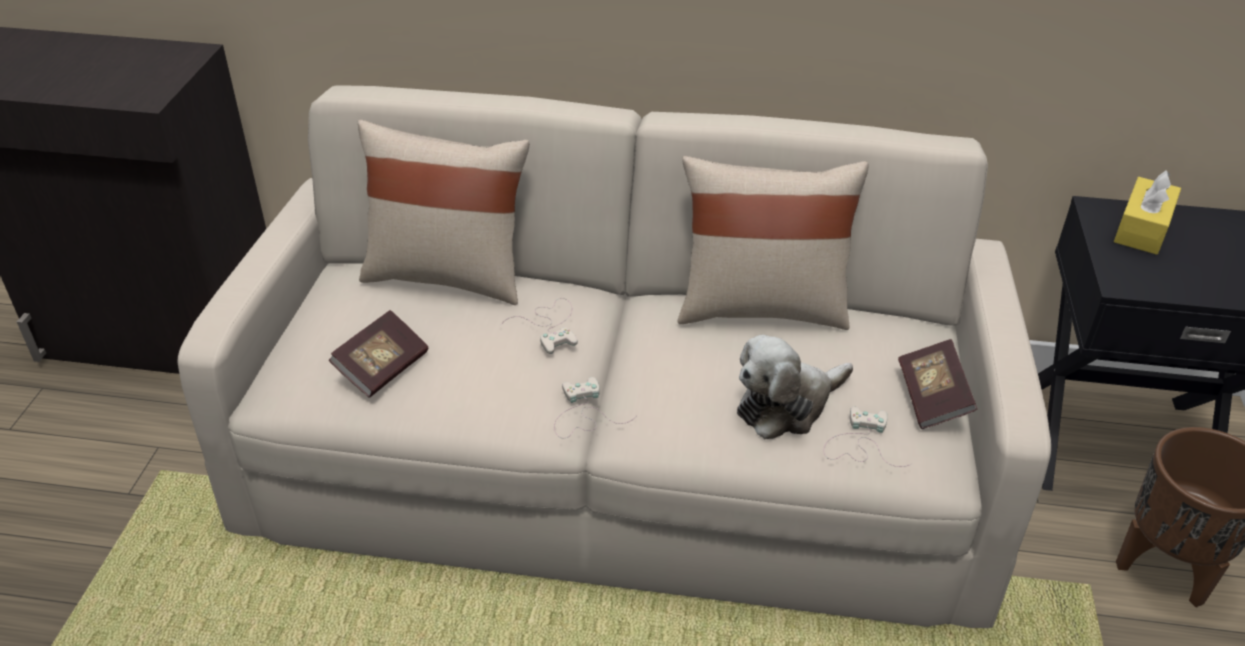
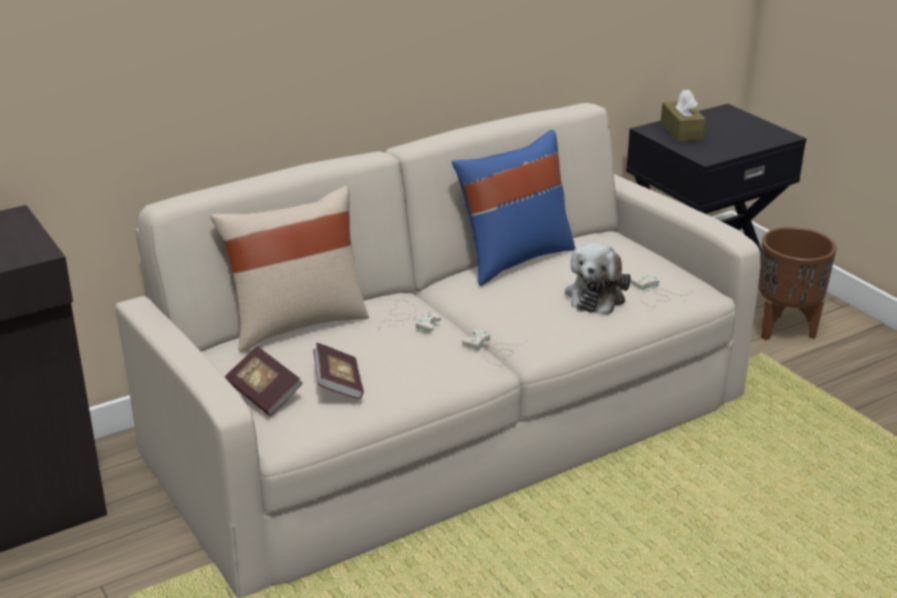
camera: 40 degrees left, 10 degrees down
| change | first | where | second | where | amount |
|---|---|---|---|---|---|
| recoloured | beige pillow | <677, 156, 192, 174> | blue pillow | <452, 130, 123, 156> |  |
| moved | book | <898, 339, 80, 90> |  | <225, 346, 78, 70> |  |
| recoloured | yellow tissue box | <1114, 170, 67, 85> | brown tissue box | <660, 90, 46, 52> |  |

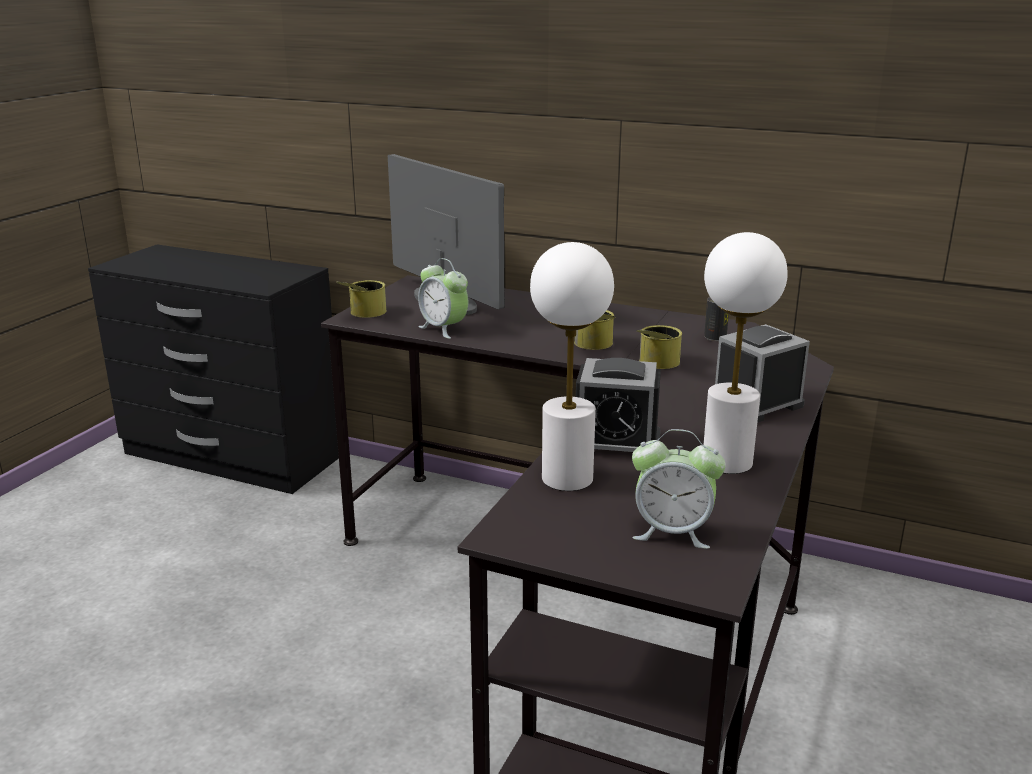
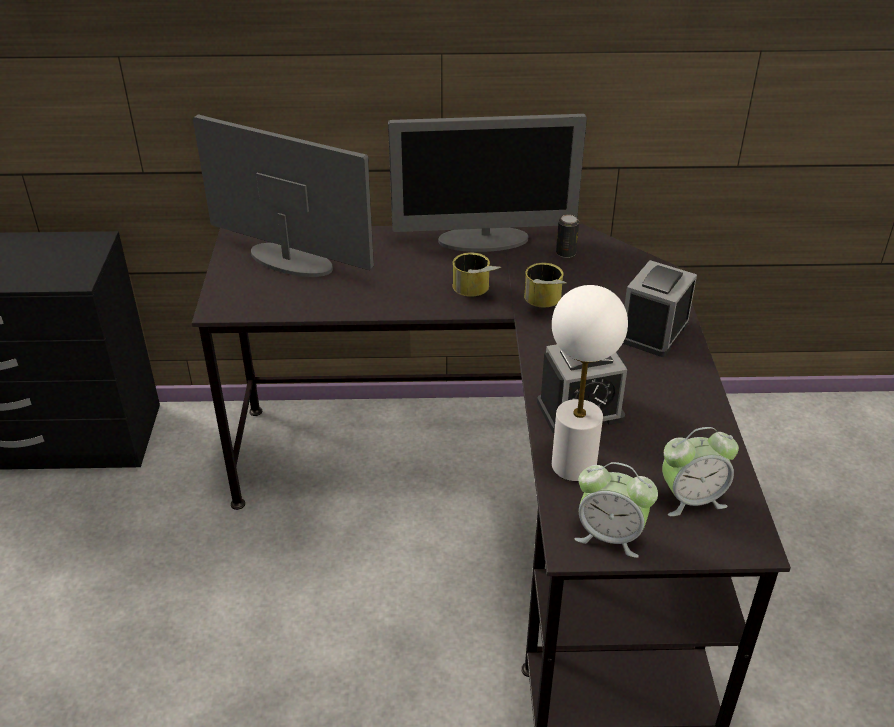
camera: 25 degrees left, 15 degrees up
| change | first | where | second | where | amount |
|---|---|---|---|---|---|
| removed | can | <336, 280, 51, 38> |  |  |  |
| moved | alarm clock | <418, 258, 50, 81> |  | <574, 462, 84, 96> |  |
| removed | white table lamp | <704, 232, 84, 242> |  |  |  |
| added |  |  | monitor | <388, 114, 199, 138> |  |

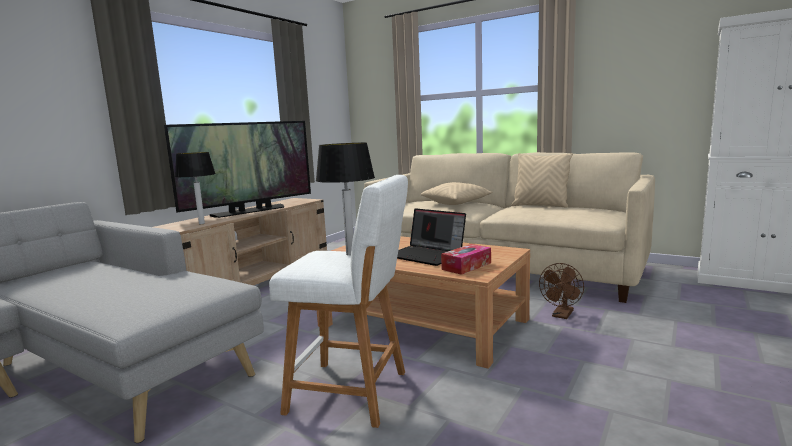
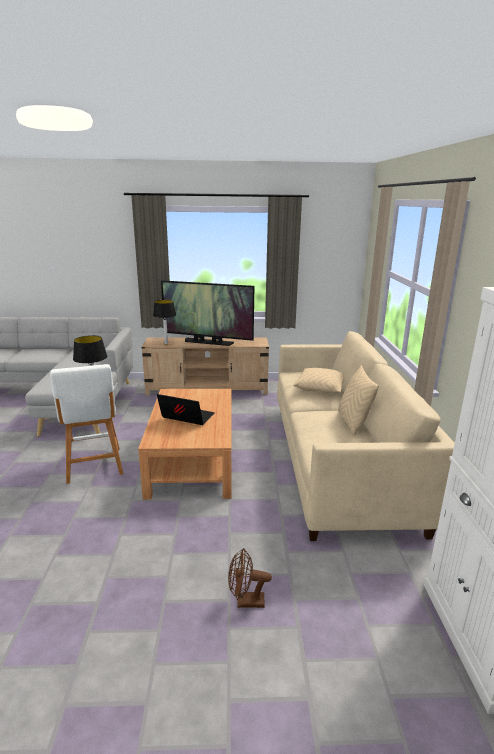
camera: 55 degrees right, 10 degrees up
| change | first | where | second | where | amount |
|---|---|---|---|---|---|
| turned | laptop | <397, 208, 69, 58> |  | <157, 394, 58, 31> | 105 degrees clockwise |
| removed | tissue box | <441, 244, 50, 31> |  |  |  |
| moved | brown fan | <539, 263, 45, 56> |  | <228, 548, 44, 60> |  |

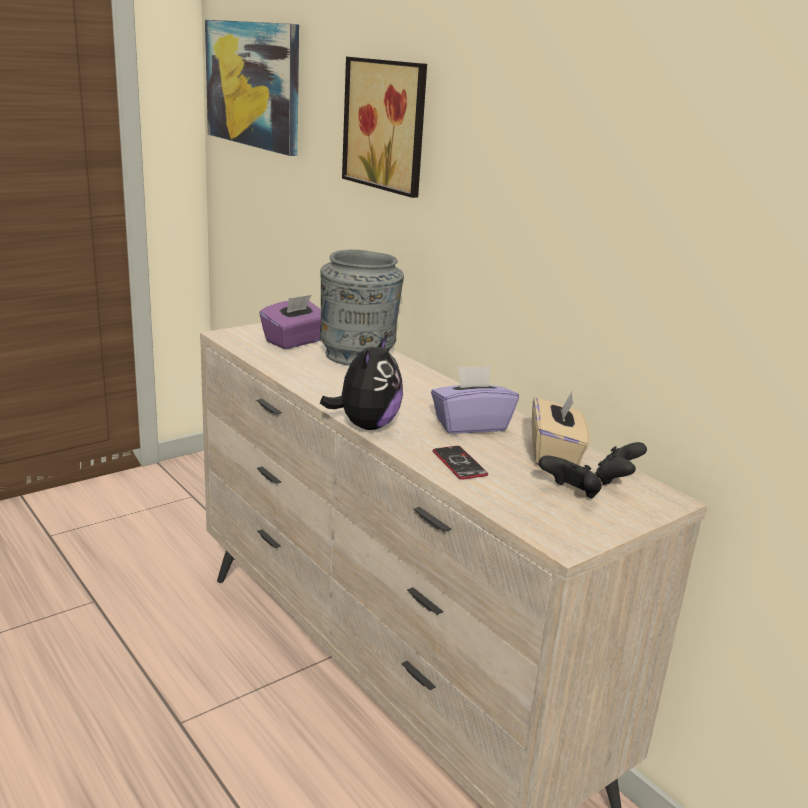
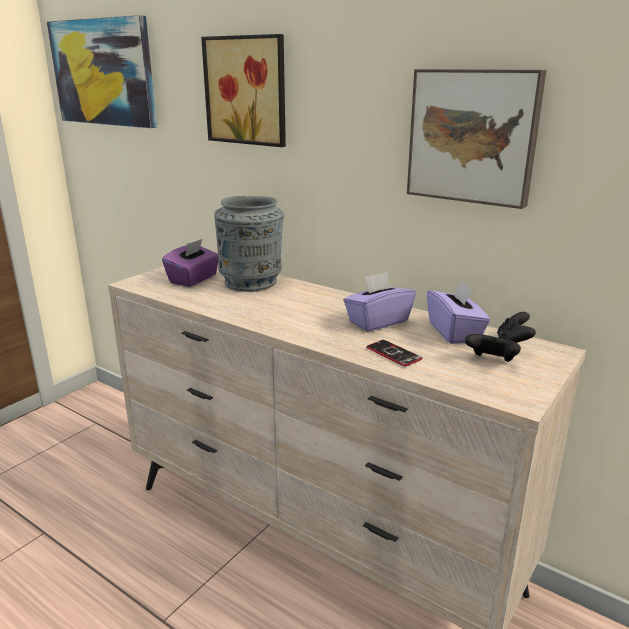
camera: 15 degrees left, 0 degrees up
| change | first | where | second | where | amount |
|---|---|---|---|---|---|
| removed | plush toy | <320, 335, 83, 95> |  |  |  |
| recoloured | beige tissue box | <532, 390, 58, 76> | purple tissue box | <427, 280, 63, 64> |  |
| added |  |  | picture | <407, 69, 139, 140> |  |

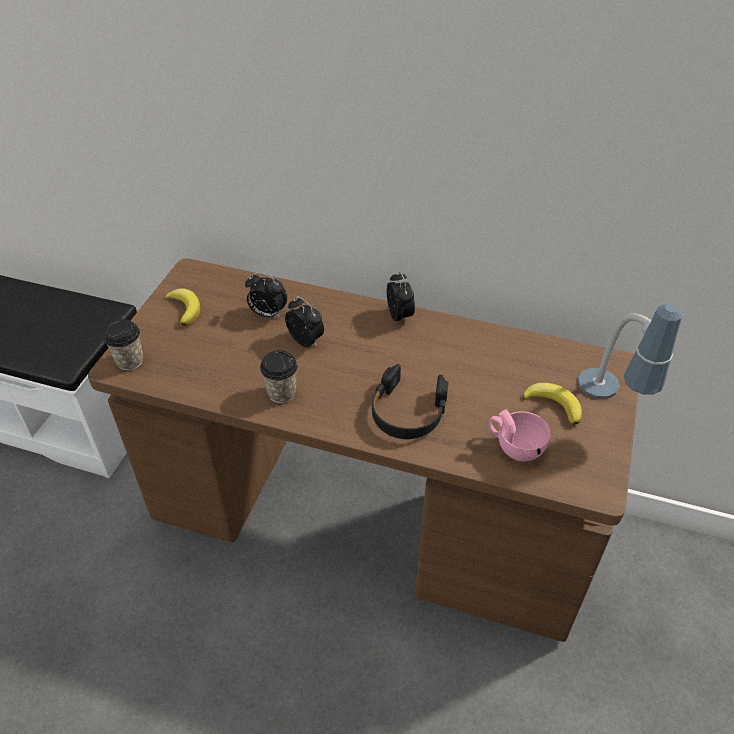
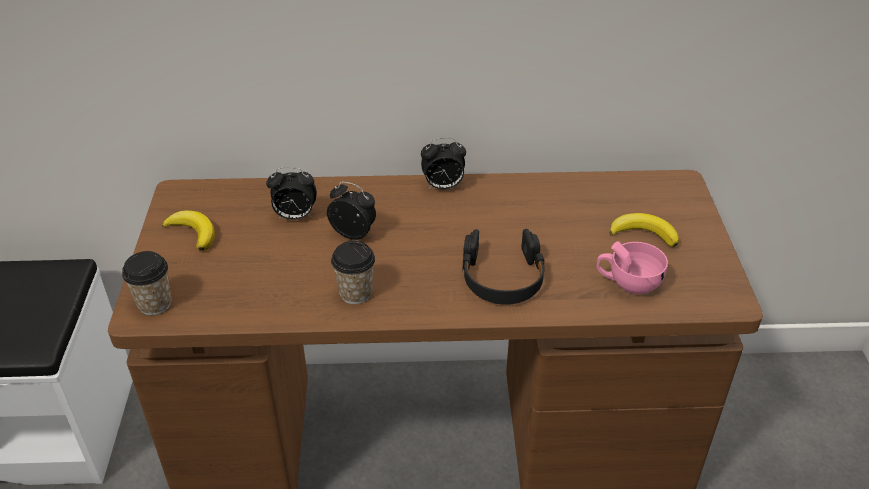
camera: 20 degrees left, 5 degrees down
| change | first | where | second | where | amount |
|---|---|---|---|---|---|
| turned | alarm clock | <387, 271, 28, 54> |  | <421, 138, 45, 51> | 120 degrees clockwise |
| removed | table lamp | <578, 304, 105, 95> |  |  |  |

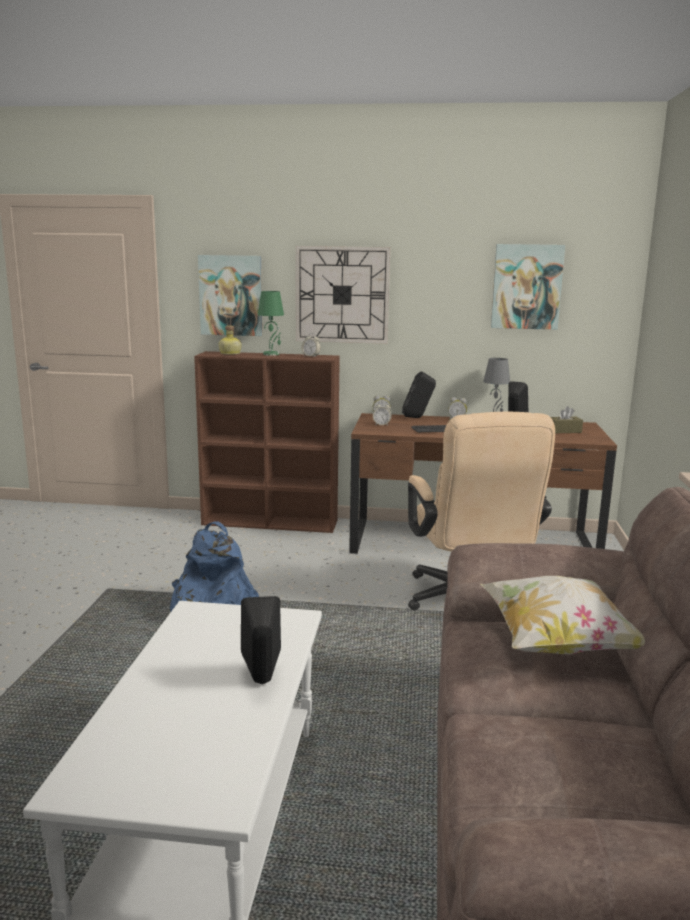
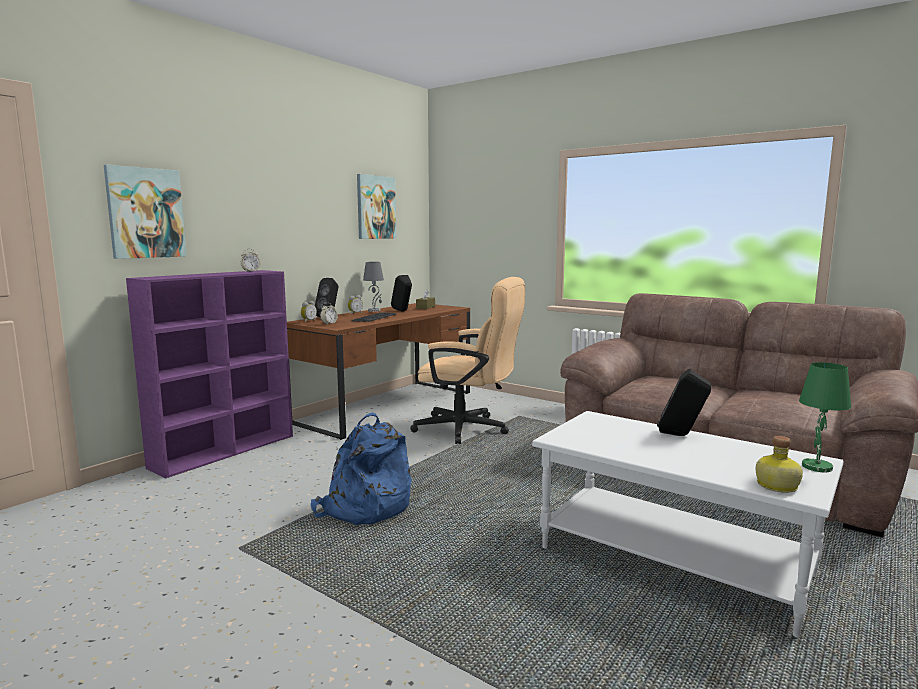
camera: 60 degrees left, 5 degrees down
| change | first | where | second | where | amount |
|---|---|---|---|---|---|
| recoloured | brown bookcase | <194, 351, 146, 182> | purple bookcase | <126, 270, 167, 208> |  |
| moved | bottle | <219, 326, 23, 29> |  | <756, 436, 47, 57> |  |
| moved | green table lamp | <258, 291, 26, 65> |  | <799, 362, 52, 110> |  |
| removed | wall clock | <296, 246, 94, 98> |  |  |  |
| removed | pillow | <481, 576, 164, 78> |  |  |  |

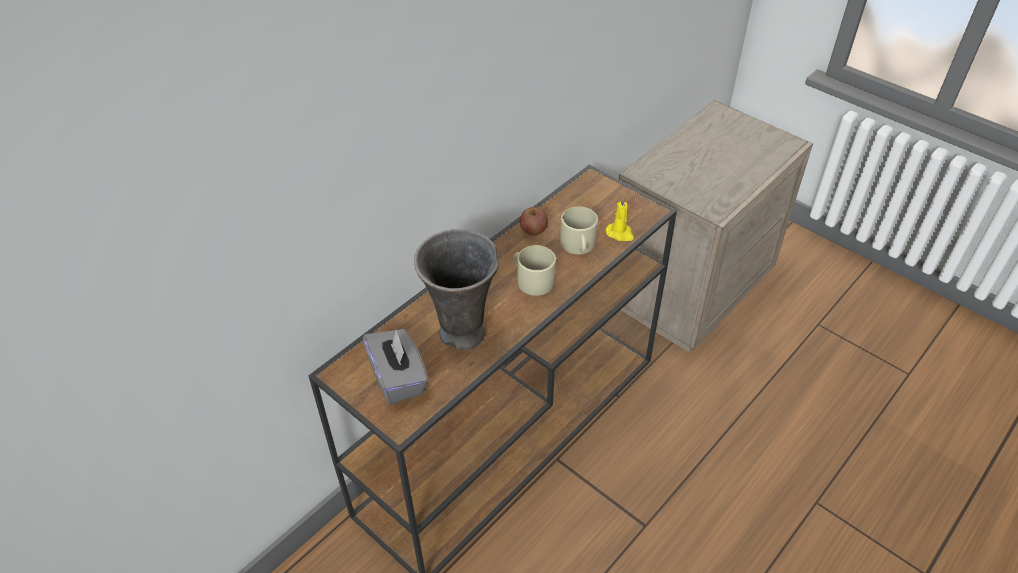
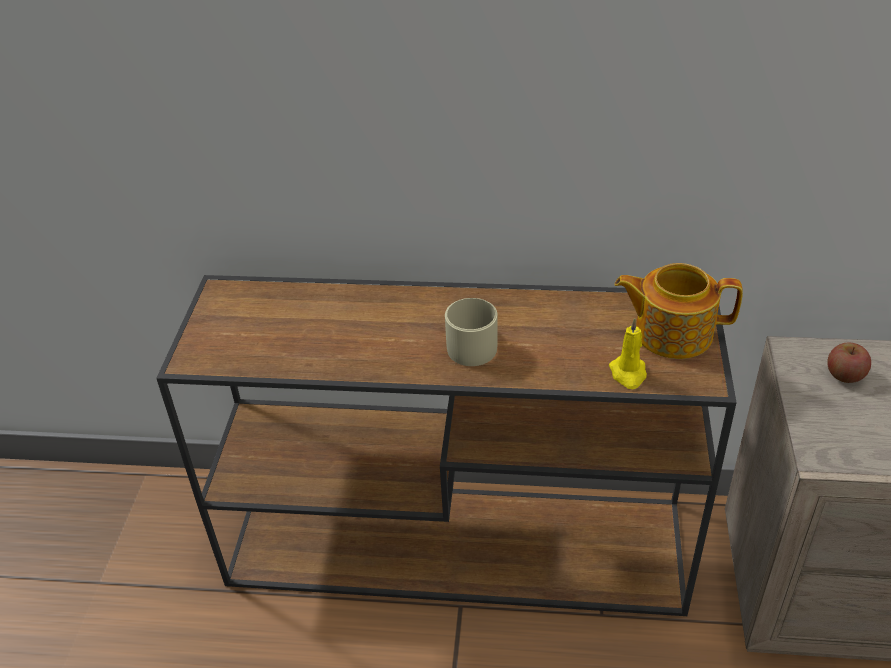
camera: 55 degrees right, 5 degrees down
| change | first | where | second | where | amount |
|---|---|---|---|---|---|
| removed | grey tissue box | <363, 329, 65, 76> |  |  |  |
| removed | grey vase | <414, 229, 85, 121> |  |  |  |
| moved | apple | <520, 207, 28, 28> |  | <827, 343, 44, 40> |  |
| removed | beige mug | <560, 206, 38, 48> |  |  |  |
| added |  |  | teapot | <615, 263, 128, 96> |  |

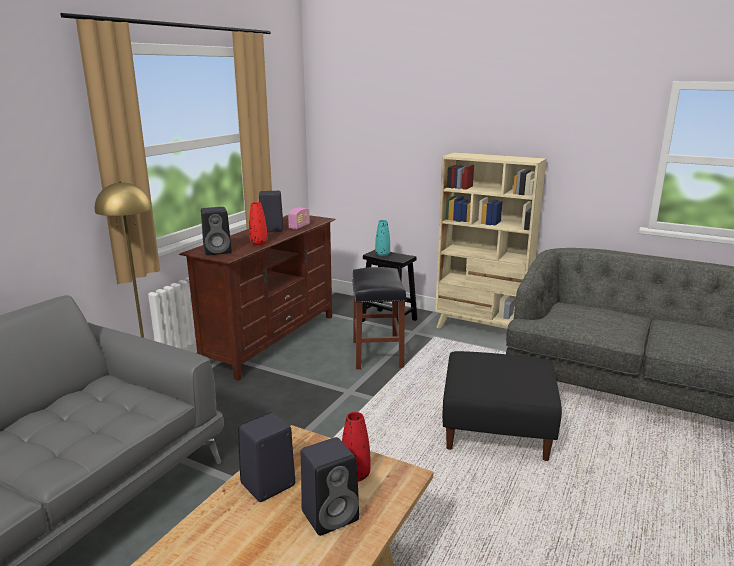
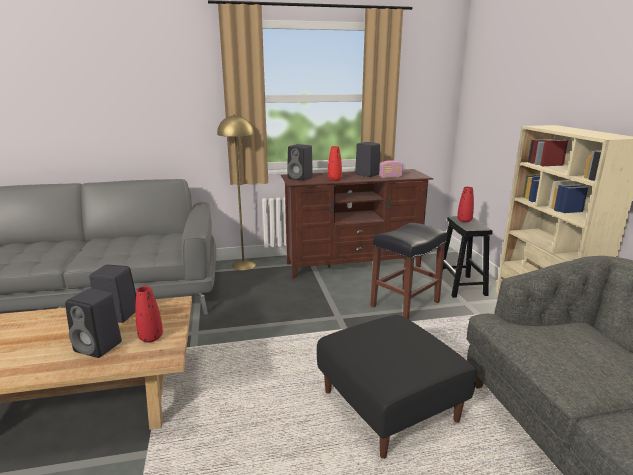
camera: 50 degrees right, 0 degrees up
| change | first | where | second | where | amount |
|---|---|---|---|---|---|
| recoloured | turquoise vase | <375, 220, 15, 36> | red vase | <457, 187, 17, 35> |  |

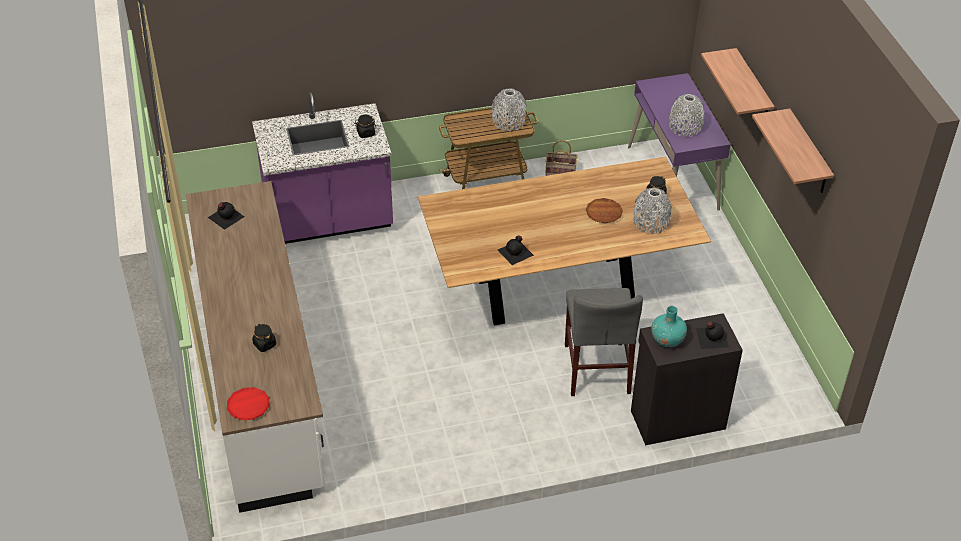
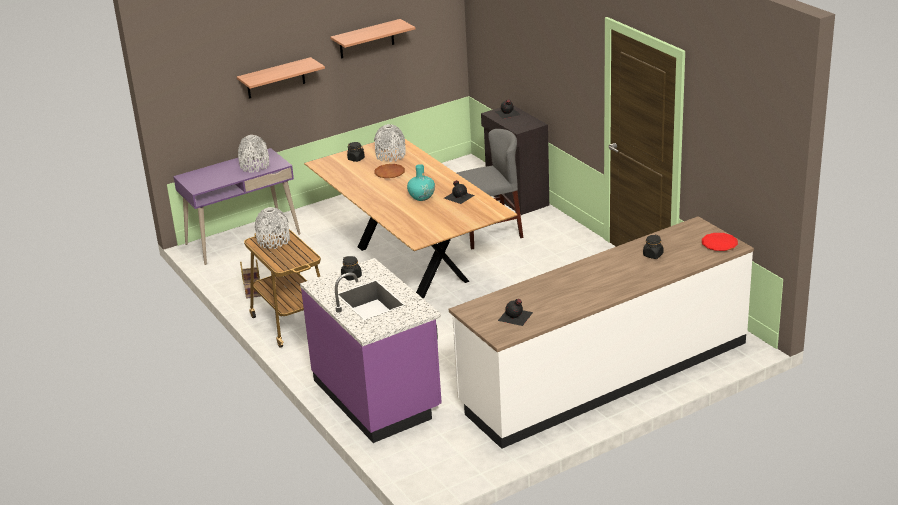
camera: 105 degrees left, 15 degrees down
| change | first | where | second | where | amount |
|---|---|---|---|---|---|
| moved | turquoise vase | <651, 306, 36, 41> |  | <407, 164, 28, 37> |  |

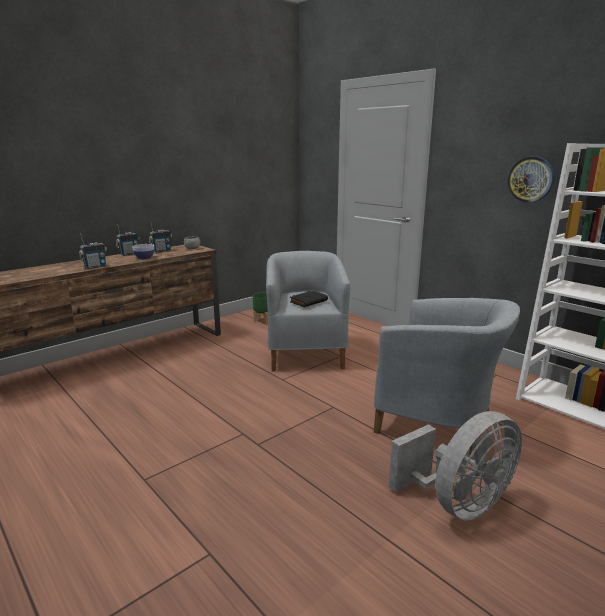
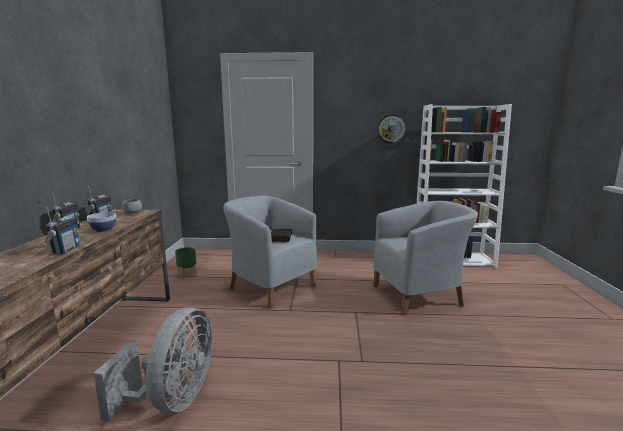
camera: 45 degrees left, 5 degrees down
| change | first | where | second | where | amount |
|---|---|---|---|---|---|
| moved | grey fan | <389, 411, 133, 110> |  | <93, 307, 119, 114> |  |

